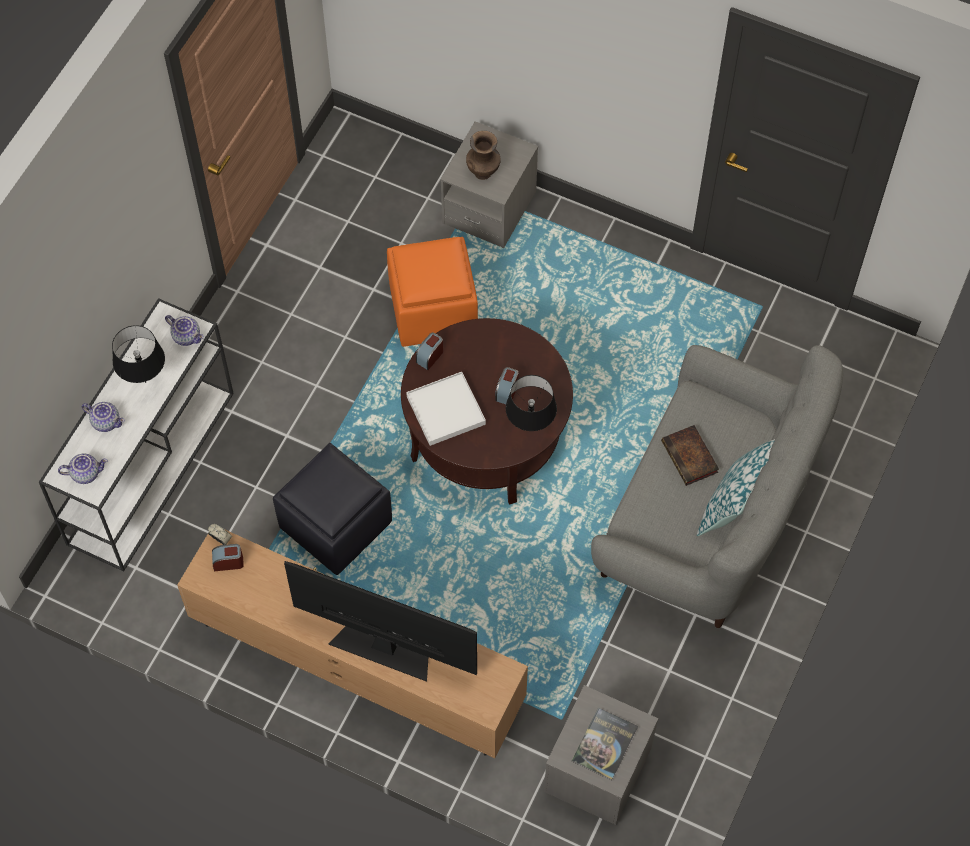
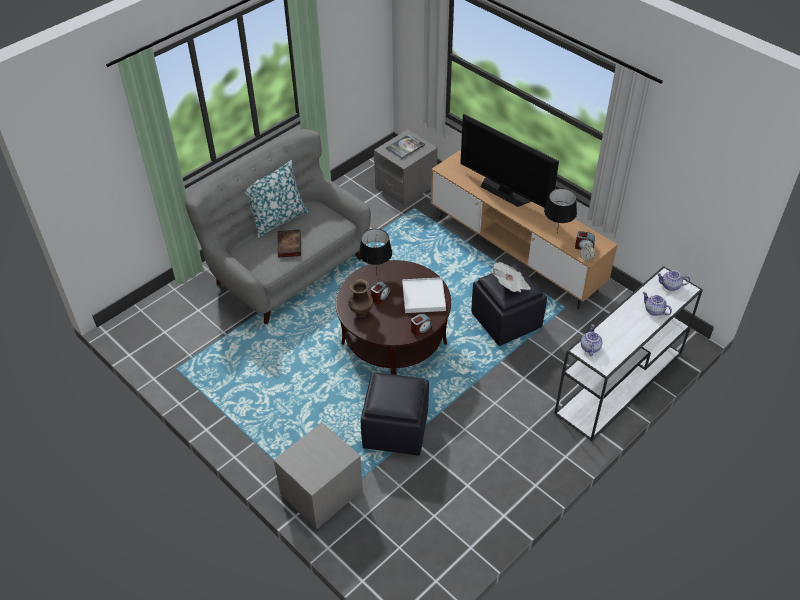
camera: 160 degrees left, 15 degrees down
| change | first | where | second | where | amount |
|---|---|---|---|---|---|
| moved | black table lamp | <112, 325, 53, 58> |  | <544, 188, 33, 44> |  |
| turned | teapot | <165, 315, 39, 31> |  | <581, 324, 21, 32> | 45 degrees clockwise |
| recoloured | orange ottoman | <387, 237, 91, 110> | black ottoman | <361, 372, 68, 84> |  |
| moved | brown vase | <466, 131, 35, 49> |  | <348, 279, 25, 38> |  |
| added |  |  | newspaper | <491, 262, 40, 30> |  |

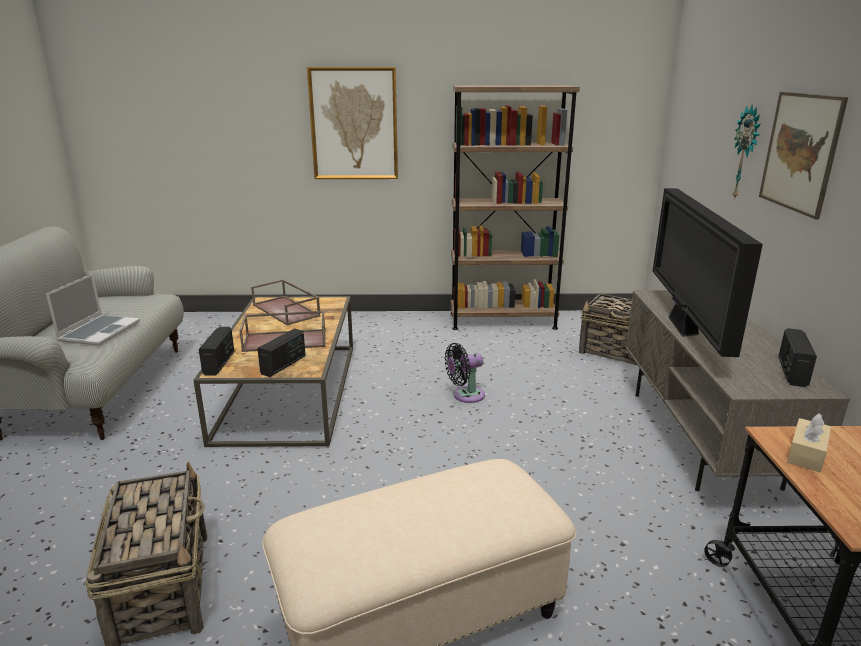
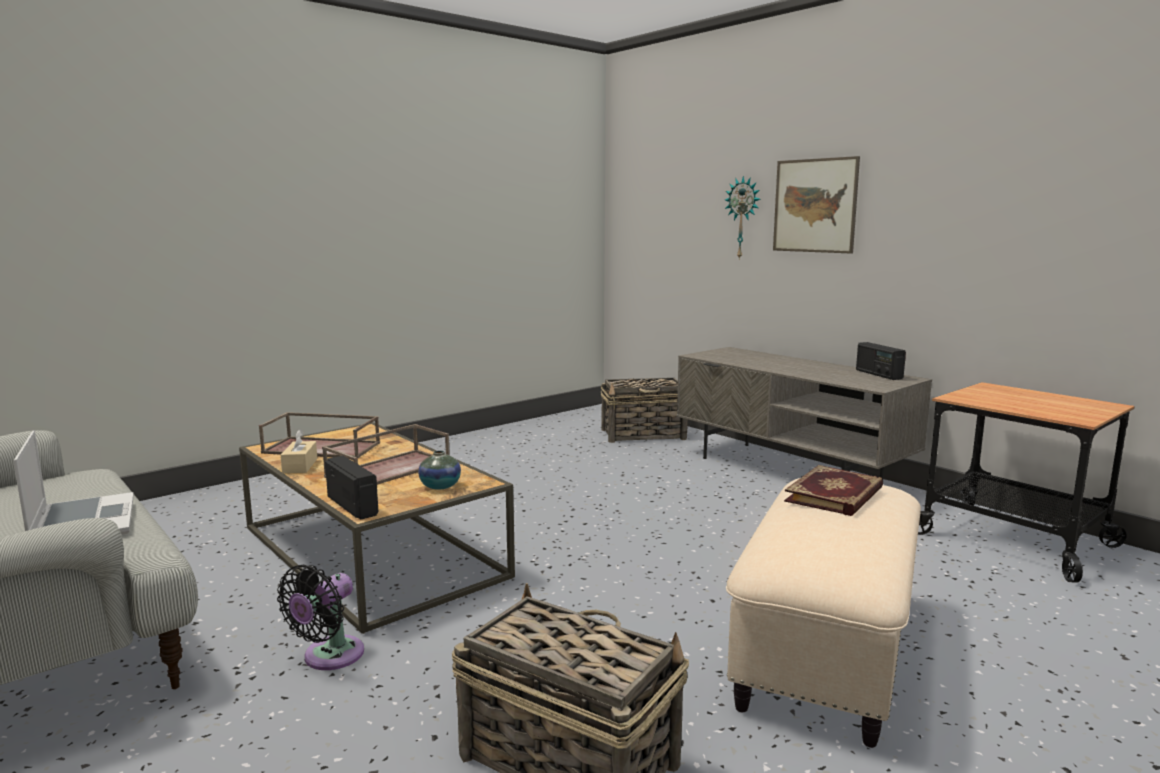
camera: 40 degrees left, 10 degrees down
| change | first | where | second | where | amount |
|---|---|---|---|---|---|
| replaced | radio | <257, 329, 49, 48> | vase | <418, 450, 43, 40> |  |
| removed | picture | <307, 67, 91, 112> |  |  |  |
| moved | black fan | <445, 343, 40, 60> |  | <277, 564, 87, 106> |  |
| removed | brown bookcase | <451, 85, 129, 245> |  |  |  |
| removed | television | <653, 188, 110, 169> |  |  |  |
| moved | beige tissue box | <787, 413, 44, 59> |  | <281, 429, 36, 45> |  |
| added |  |  | book | <784, 465, 99, 51> |  |

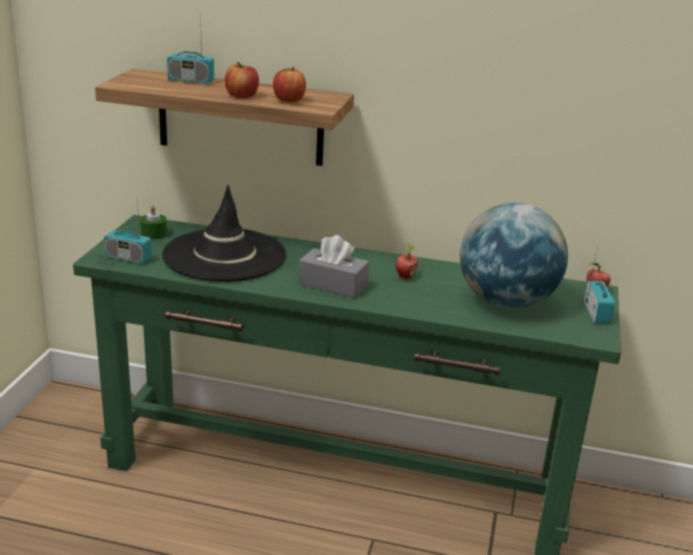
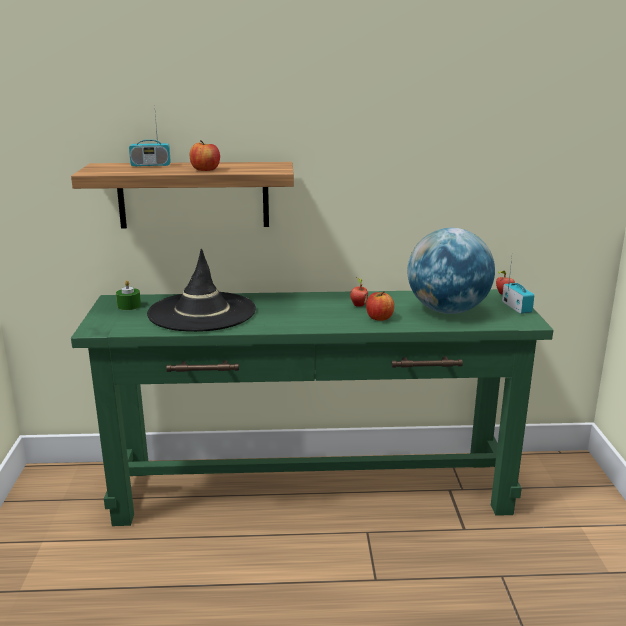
camera: 15 degrees left, 5 degrees down
| change | first | where | second | where | amount |
|---|---|---|---|---|---|
| removed | radio | <104, 199, 48, 65> |  |  |  |
| moved | apple | <273, 67, 33, 35> |  | <366, 291, 28, 30> |  |
| removed | grey tissue box | <298, 235, 71, 63> |  |  |  |

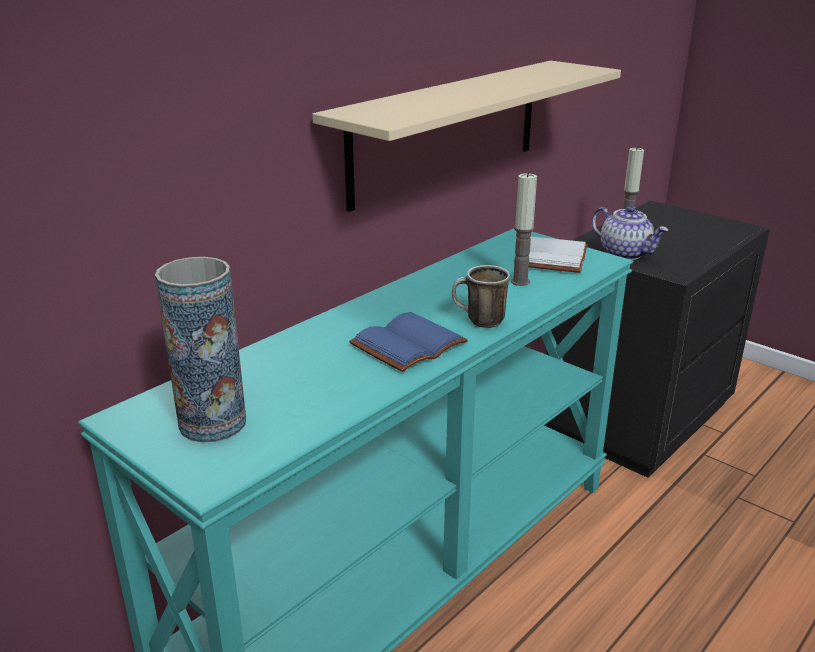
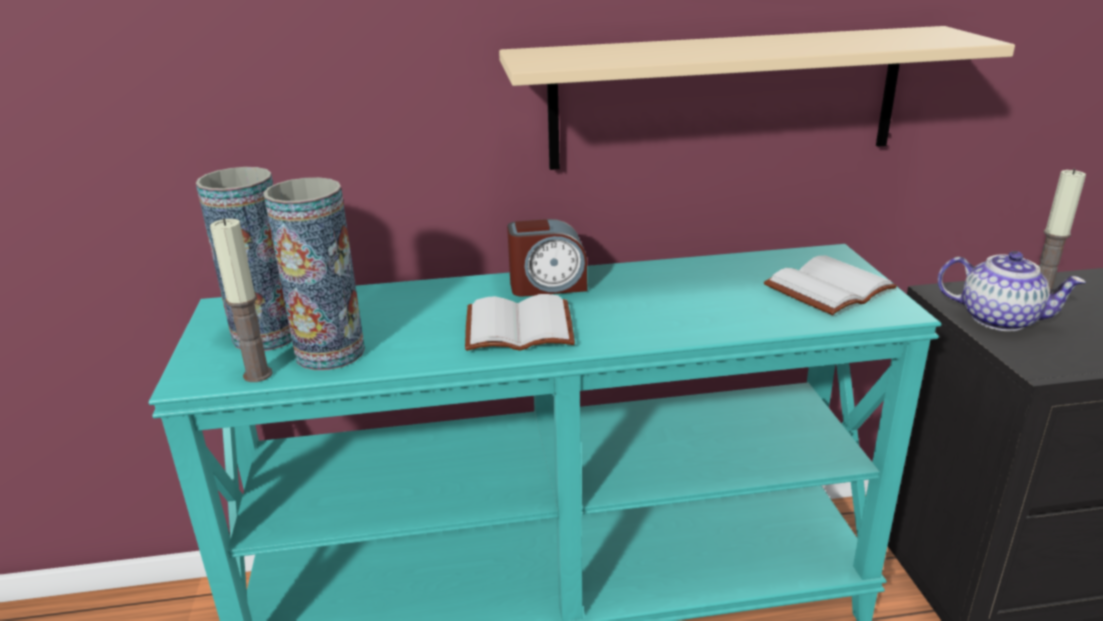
camera: 40 degrees right, 0 degrees up
| change | first | where | second | where | amount |
|---|---|---|---|---|---|
| recoloured | blue book | <349, 312, 119, 60> | white book | <465, 294, 110, 57> |  |
| removed | mug | <452, 265, 58, 63> |  |  |  |
| moved | candle | <511, 172, 26, 114> |  | <210, 218, 63, 164> |  |
| turned | teapot | <591, 206, 77, 54> |  | <938, 251, 148, 80> | 60 degrees counterclockwise |
| added |  |  | vase | <263, 177, 102, 193> |  |
| added |  |  | alarm clock | <507, 219, 80, 77> |  |

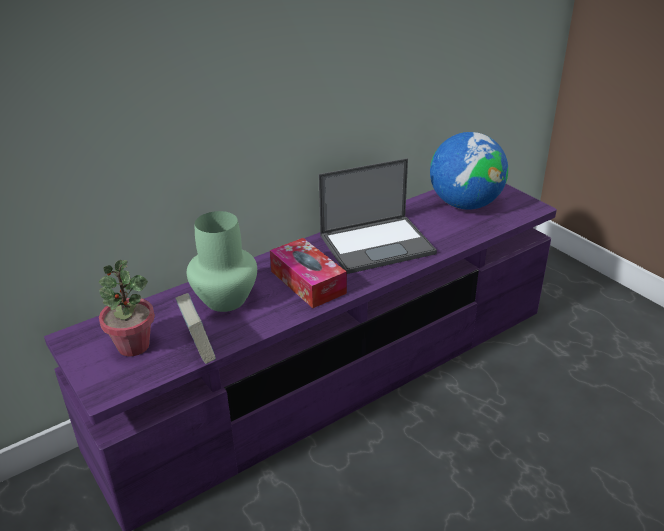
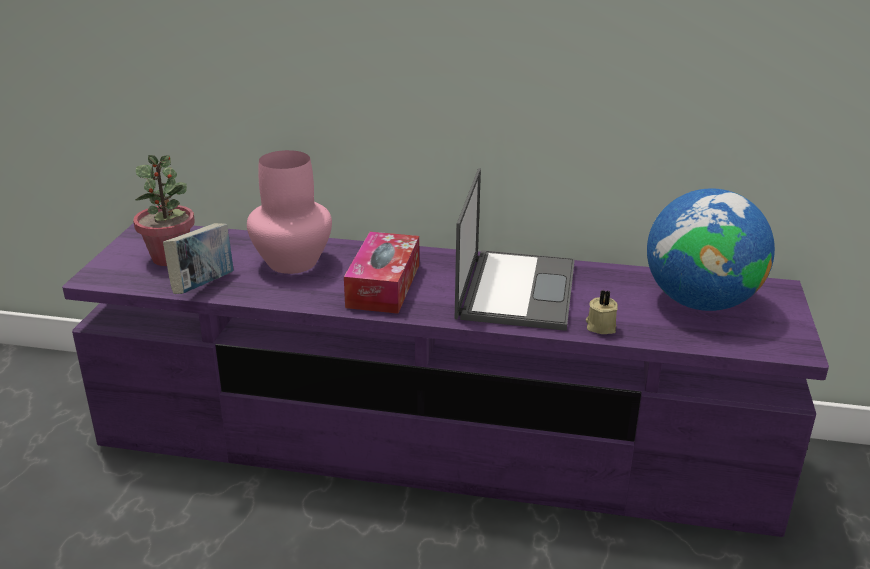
camera: 45 degrees right, 5 degrees down
| change | first | where | second | where | amount |
|---|---|---|---|---|---|
| recoloured | green vase | <187, 211, 70, 101> | pink vase | <247, 150, 85, 124> |  |
| turned | laptop | <319, 158, 118, 116> |  | <455, 168, 120, 163> | 105 degrees counterclockwise |
| added |  |  | beige candle | <586, 290, 32, 44> |  |

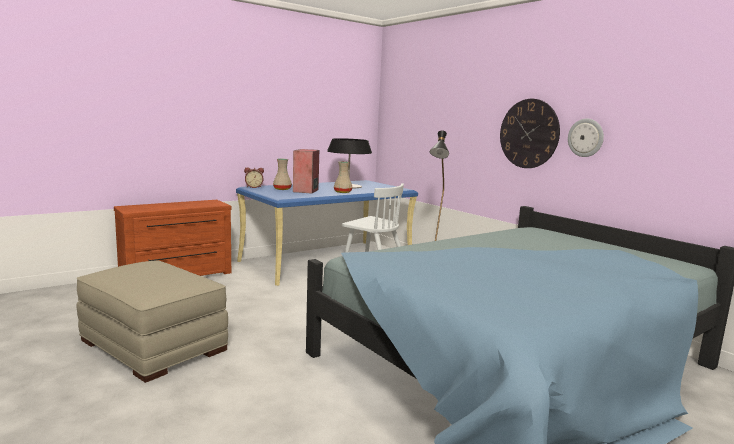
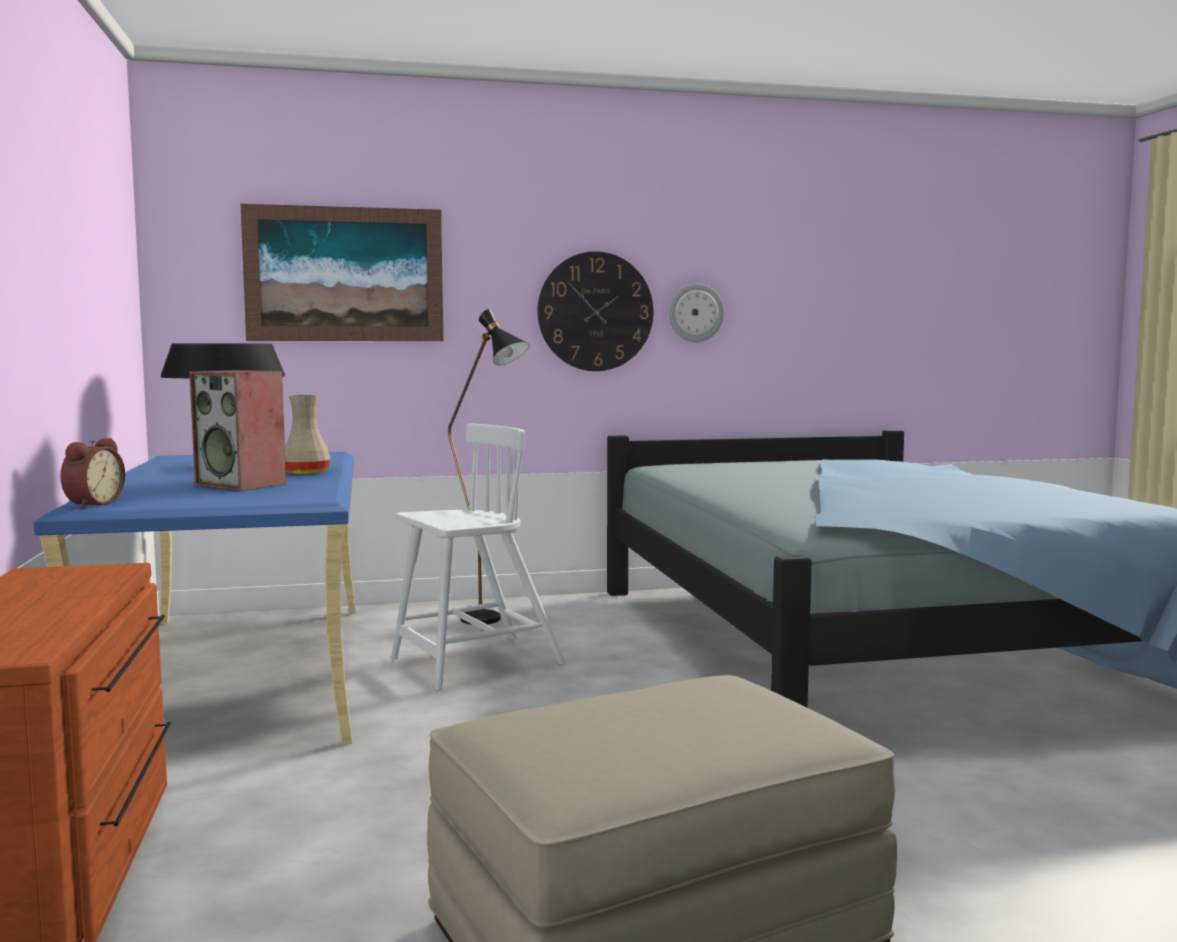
camera: 65 degrees left, 5 degrees down
| change | first | where | second | where | amount |
|---|---|---|---|---|---|
| removed | beige vase | <273, 159, 19, 31> |  |  |  |
| added |  |  | picture | <240, 204, 203, 137> |  |

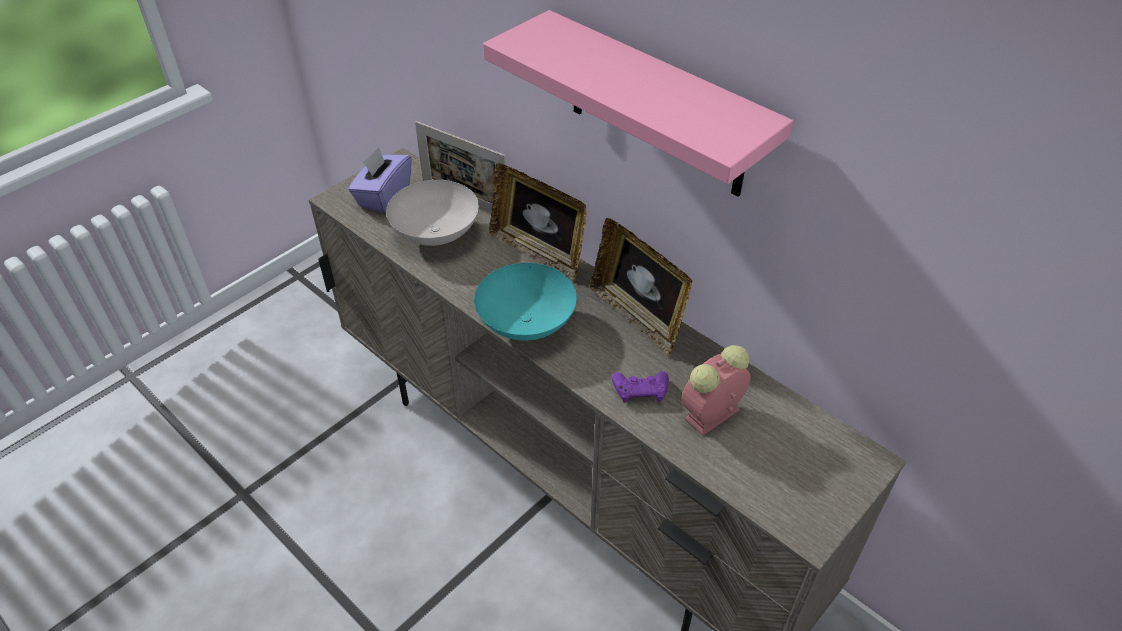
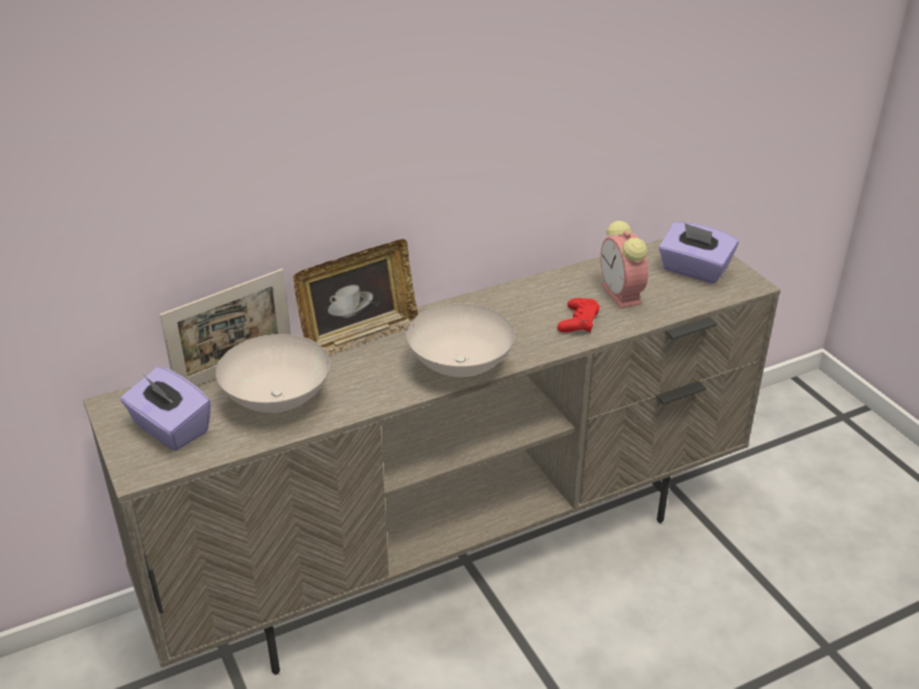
camera: 70 degrees left, 10 degrees down
| change | first | where | second | where | amount |
|---|---|---|---|---|---|
| recoloured | turquoise bowl | <474, 263, 103, 78> | white bowl | <406, 303, 109, 74> |  |
| removed | pink shelf | <483, 10, 310, 187> |  |  |  |
| removed | picture frame | <590, 218, 102, 137> |  |  |  |
| recoloured | purple game controller | <612, 371, 57, 32> | red game controller | <557, 298, 43, 35> |  |
| added |  |  | purple tissue box | <659, 222, 80, 62> |  |

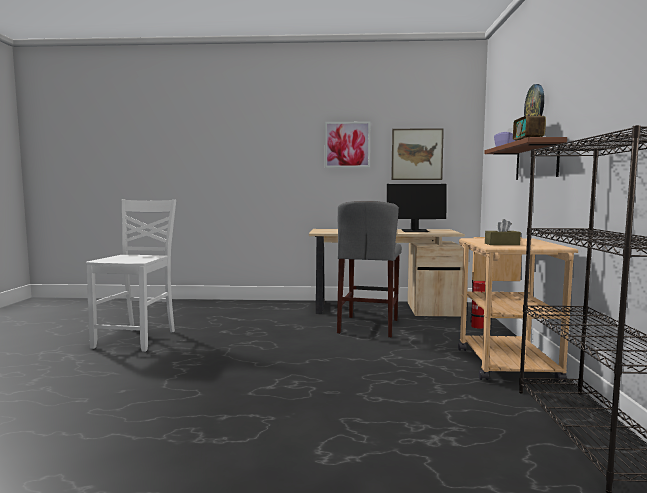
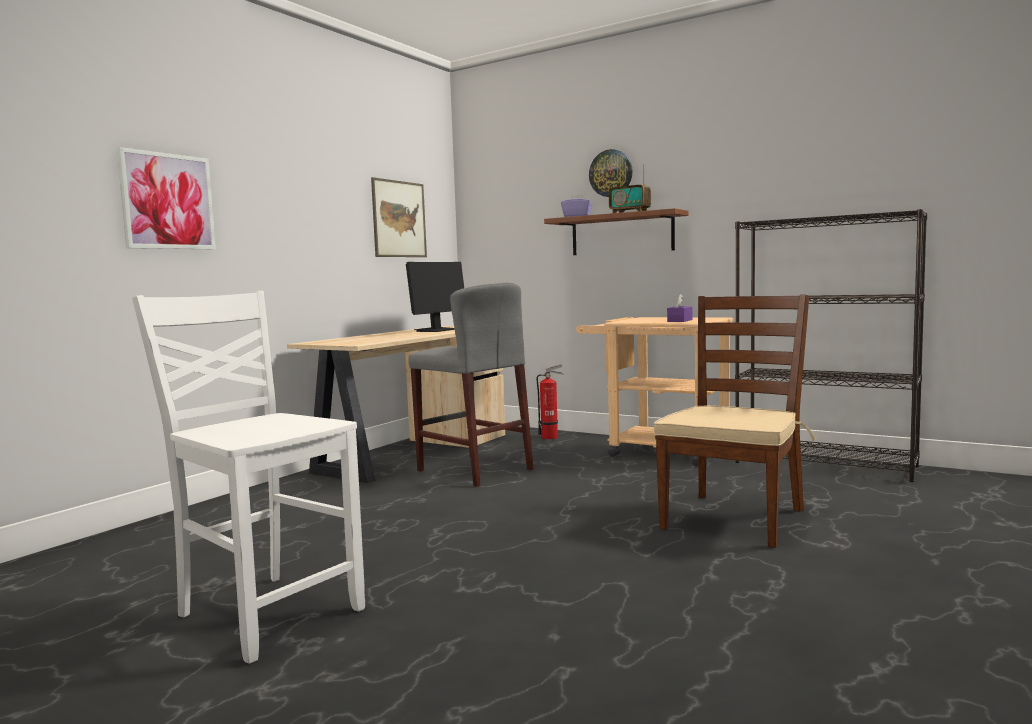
camera: 60 degrees left, 0 degrees up
| change | first | where | second | where | amount |
|---|---|---|---|---|---|
| moved | picture | <325, 122, 45, 46> |  | <117, 147, 99, 102> |  |
| recoloured | brown tissue box | <485, 219, 36, 26> | purple tissue box | <667, 294, 25, 28> |  |
| added |  |  | brown chair | <654, 295, 161, 253> |  |

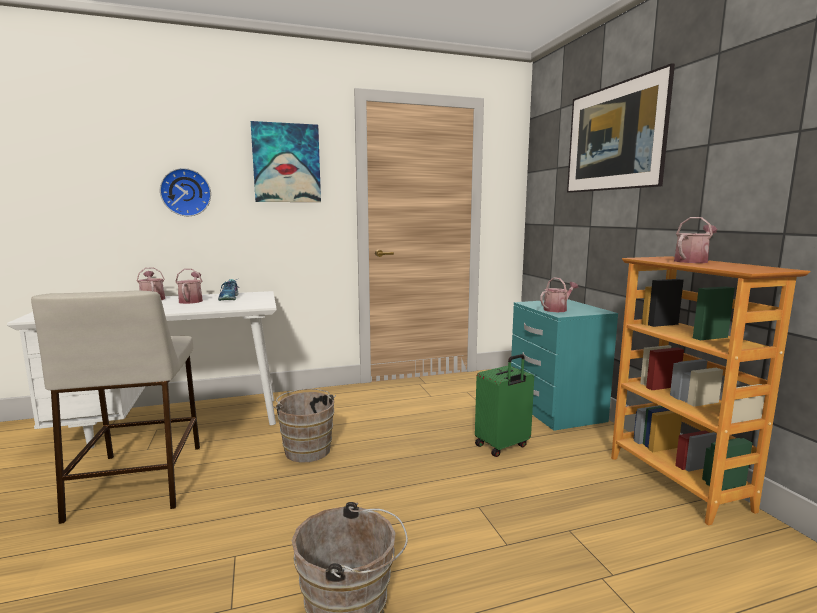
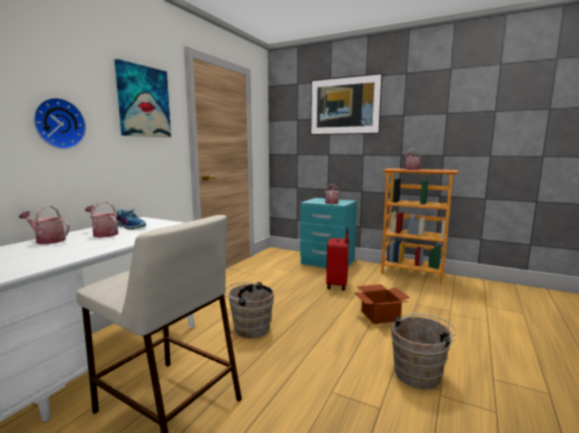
camera: 45 degrees left, 0 degrees up
| change | first | where | second | where | amount |
|---|---|---|---|---|---|
| recoloured | green suitcase | <475, 354, 59, 103> | red suitcase | <326, 228, 23, 63> |  |
| added |  |  | cardboard box | <355, 284, 55, 40> |  |

